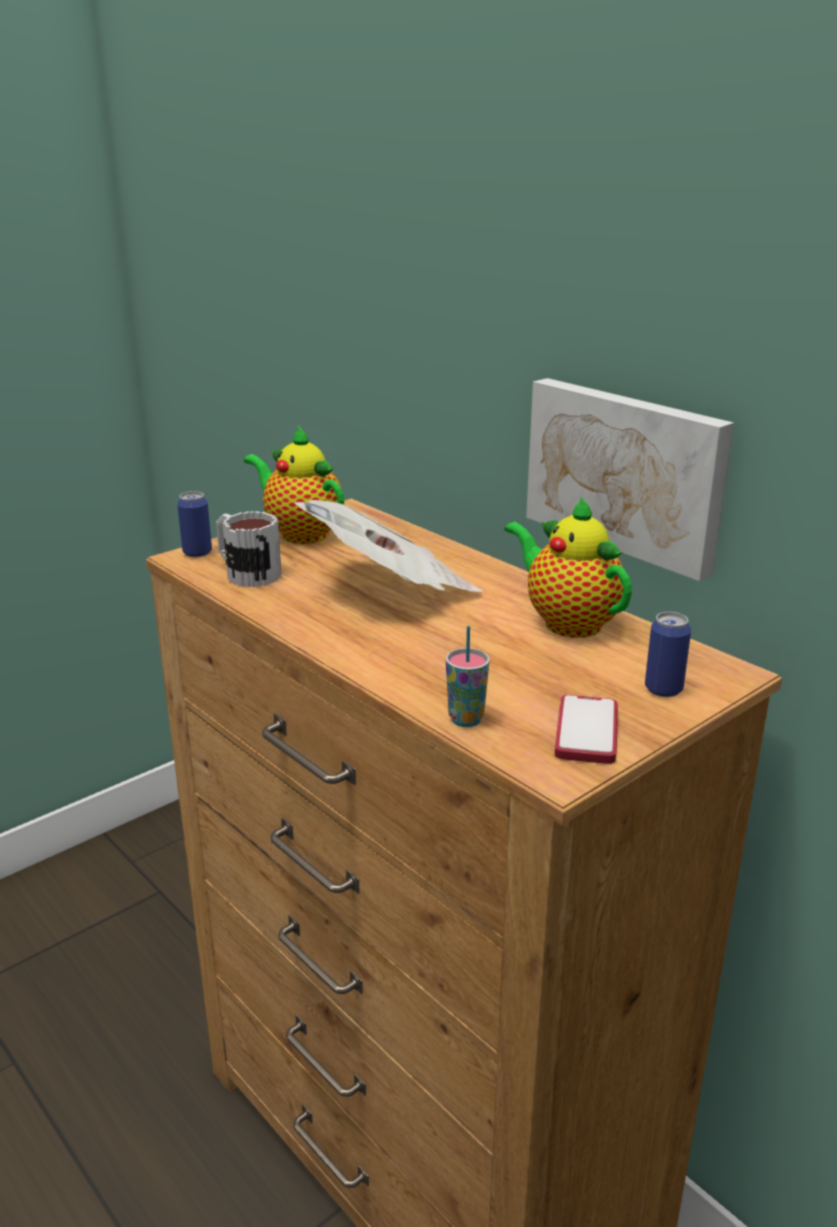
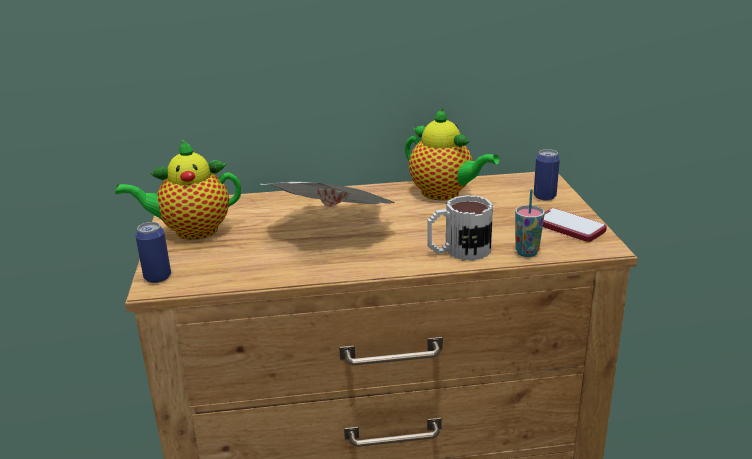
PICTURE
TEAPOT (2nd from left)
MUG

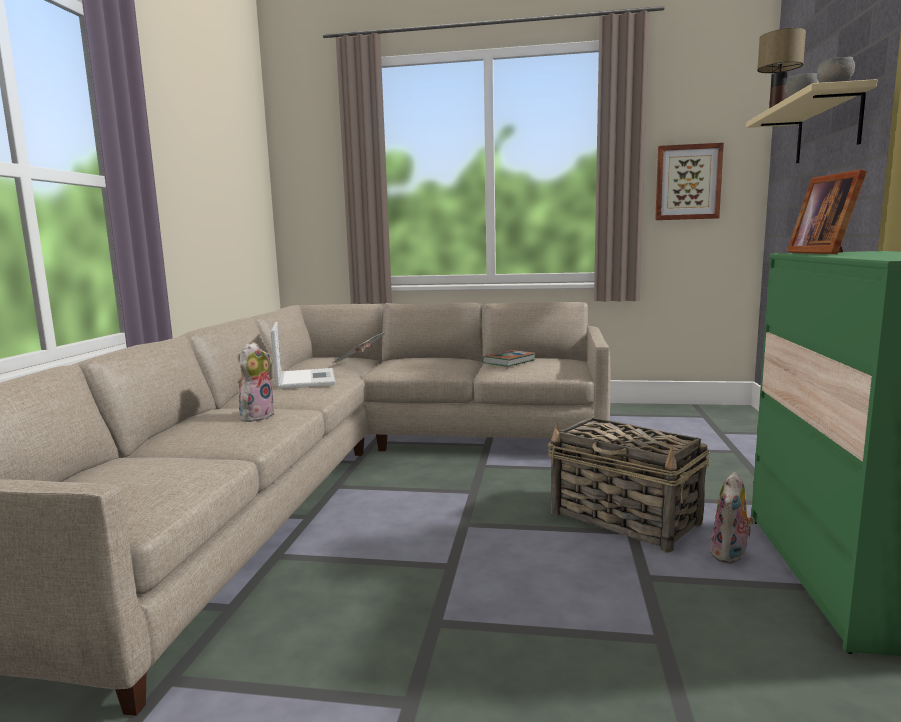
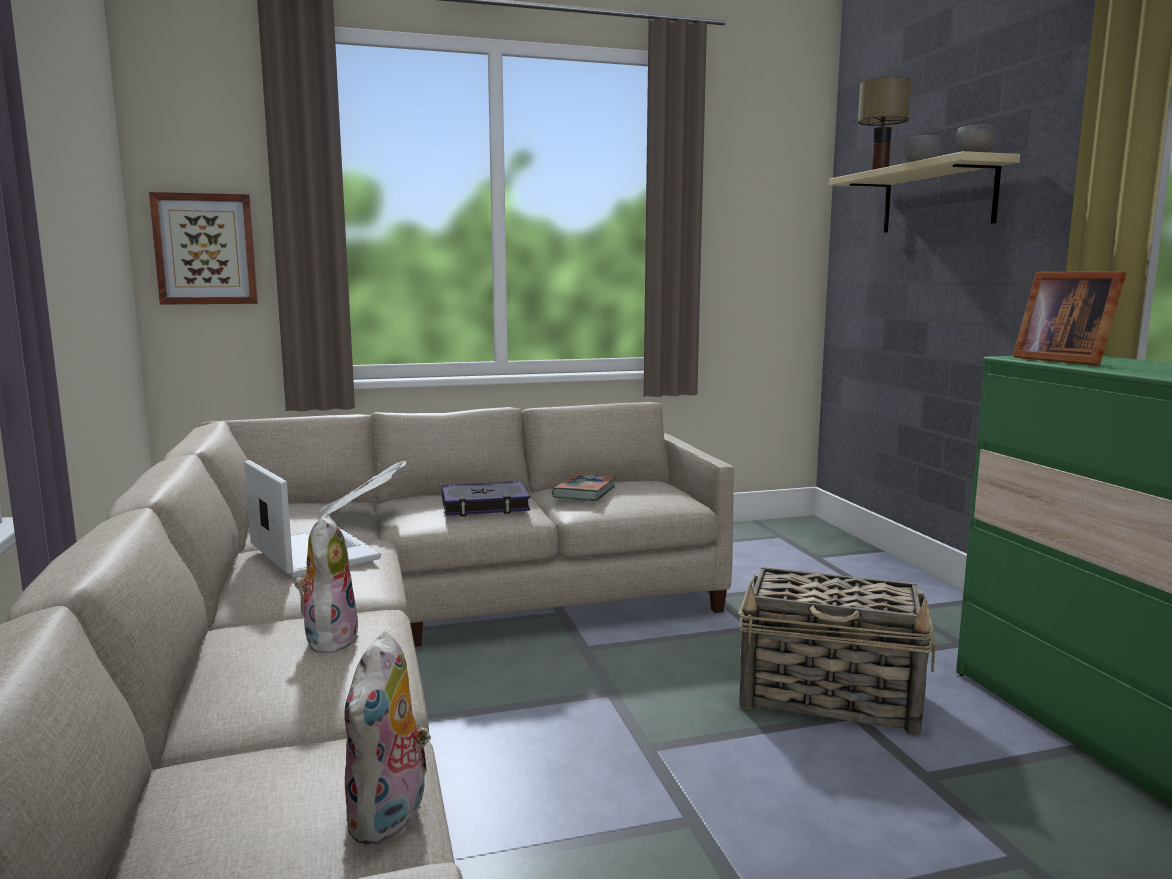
PICTURE
PLUSH TOY (2nd from left)
BOOK (1st from left)

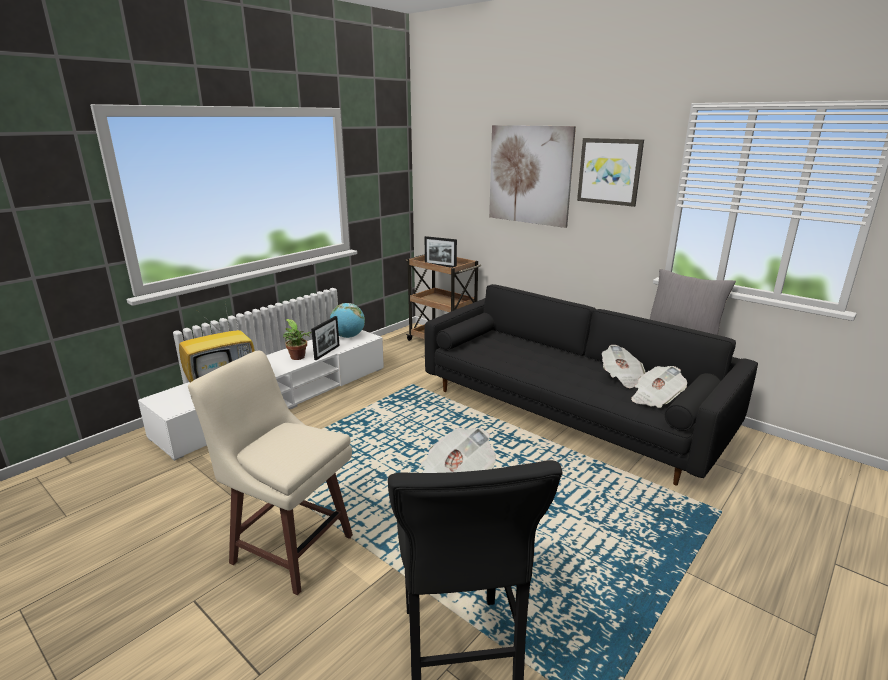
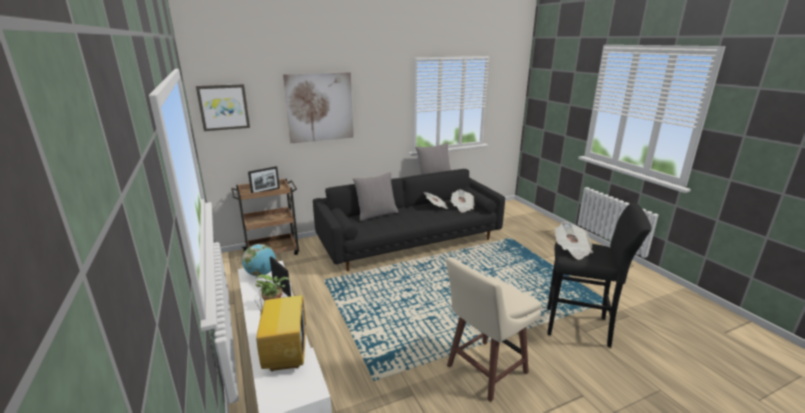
PICTURE (1st from left)
GREY PILLOW (1st from left)

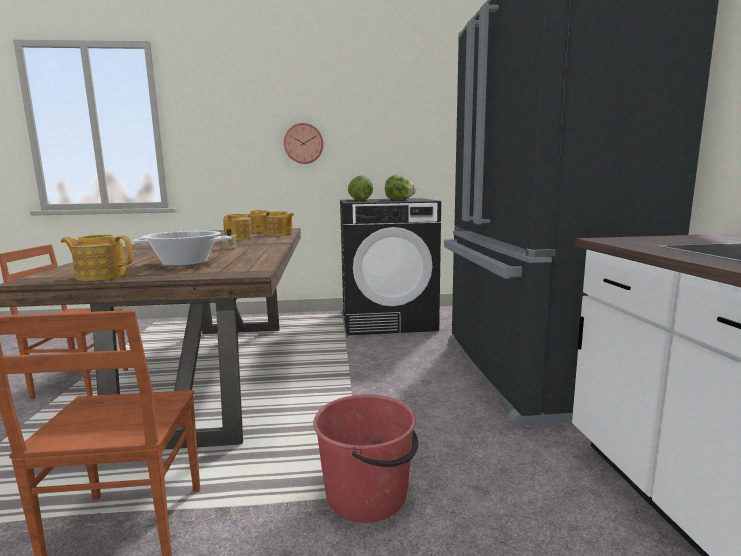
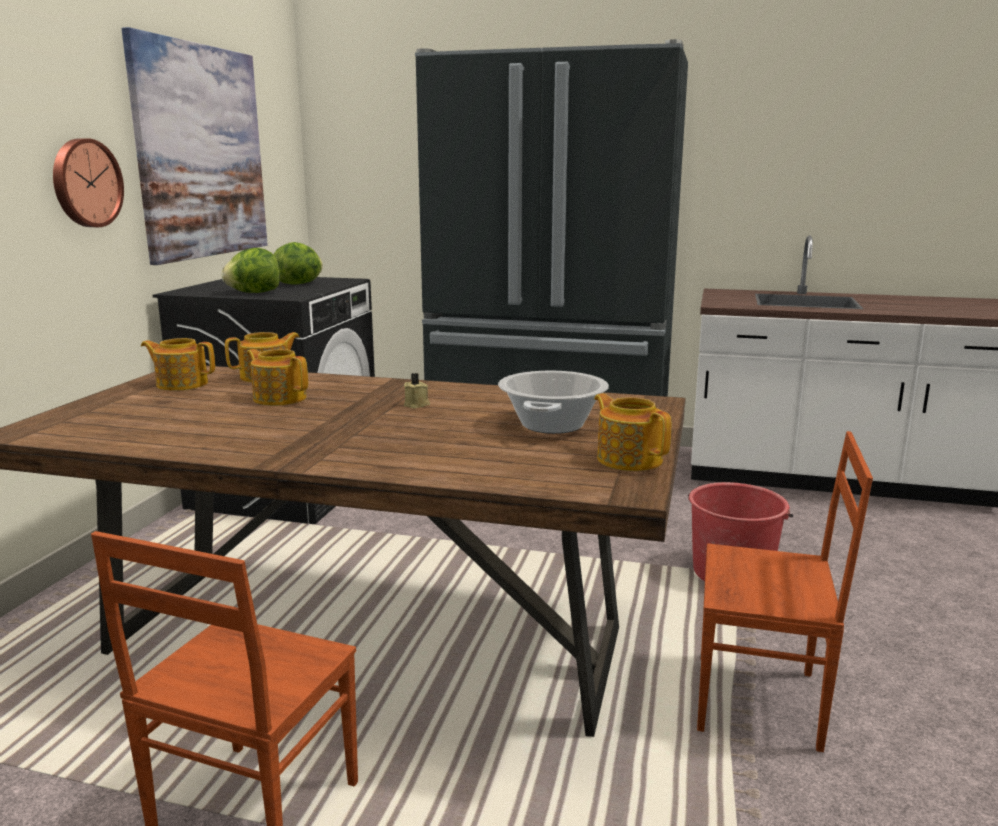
TEAPOT (4th from left)
PICTURE

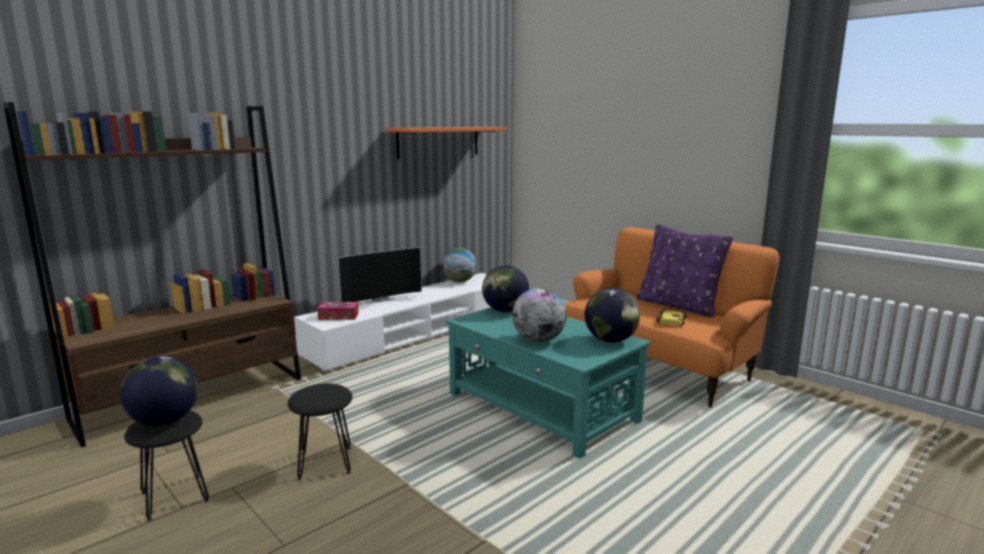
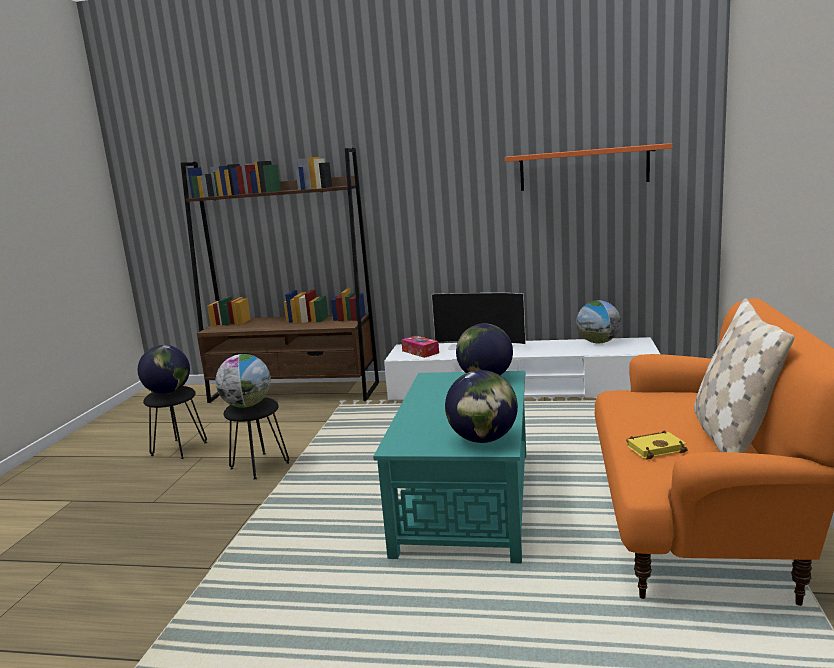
BEIGE PILLOW
GLOBE (2nd from left)

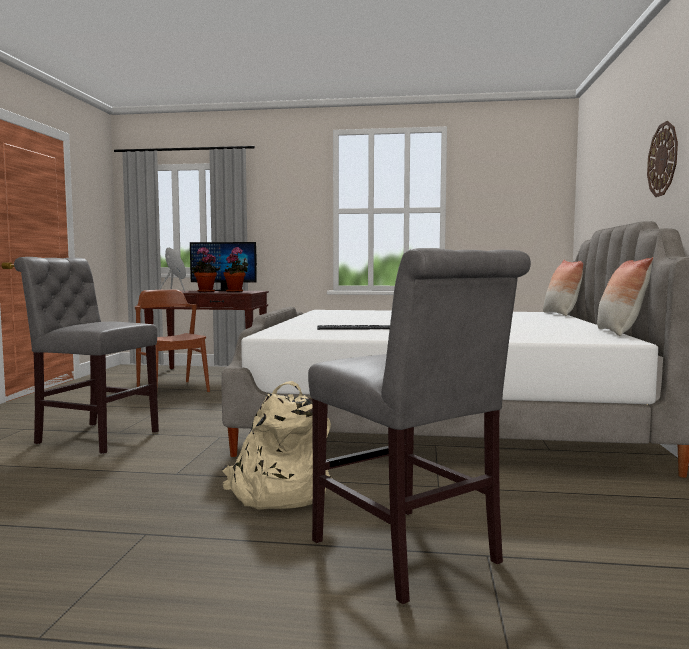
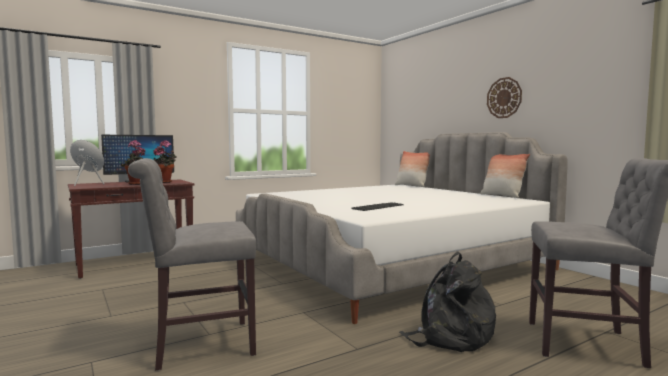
BROWN CHAIR
BLACK BACKPACK

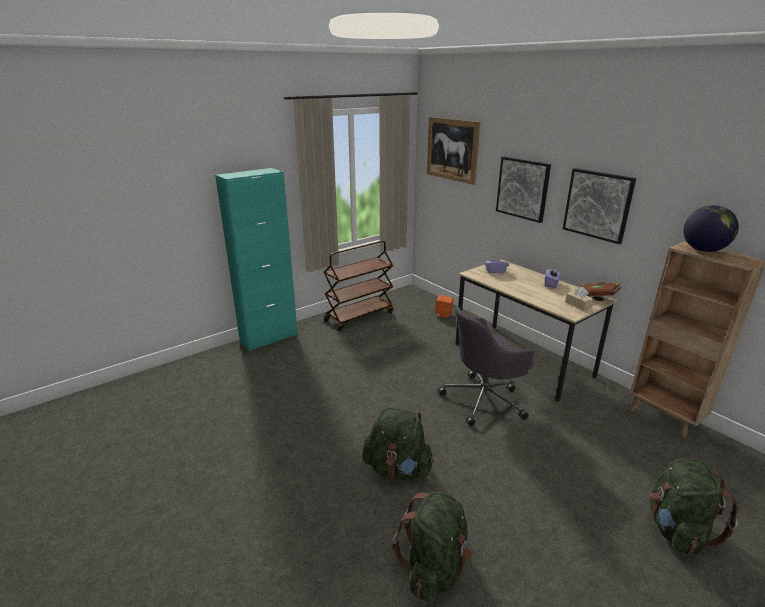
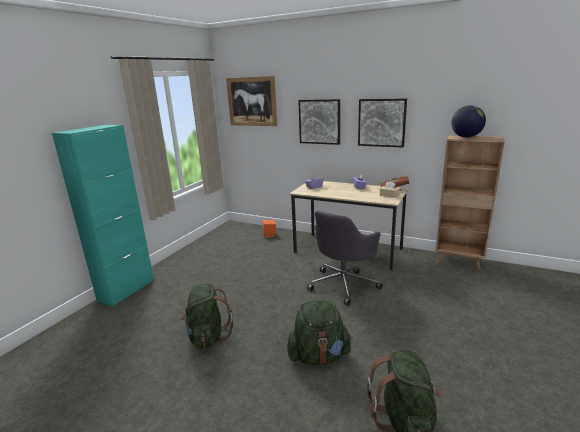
BROWN CART
GREEN BACKPACK (1st from left)

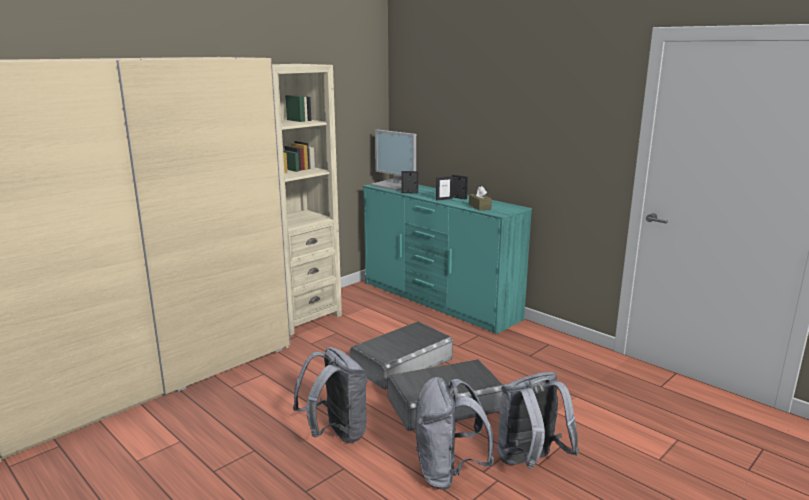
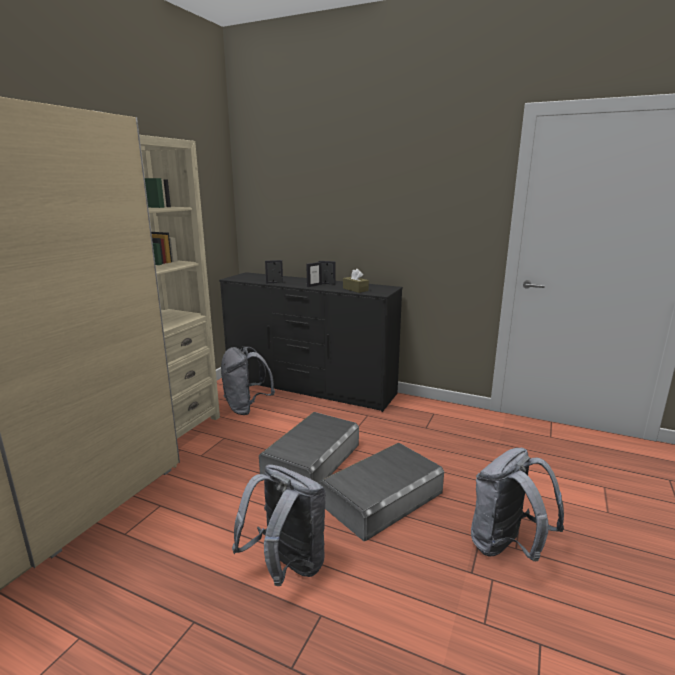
MONITOR
BLACK DRESSER
GREY BACKPACK (1st from left)

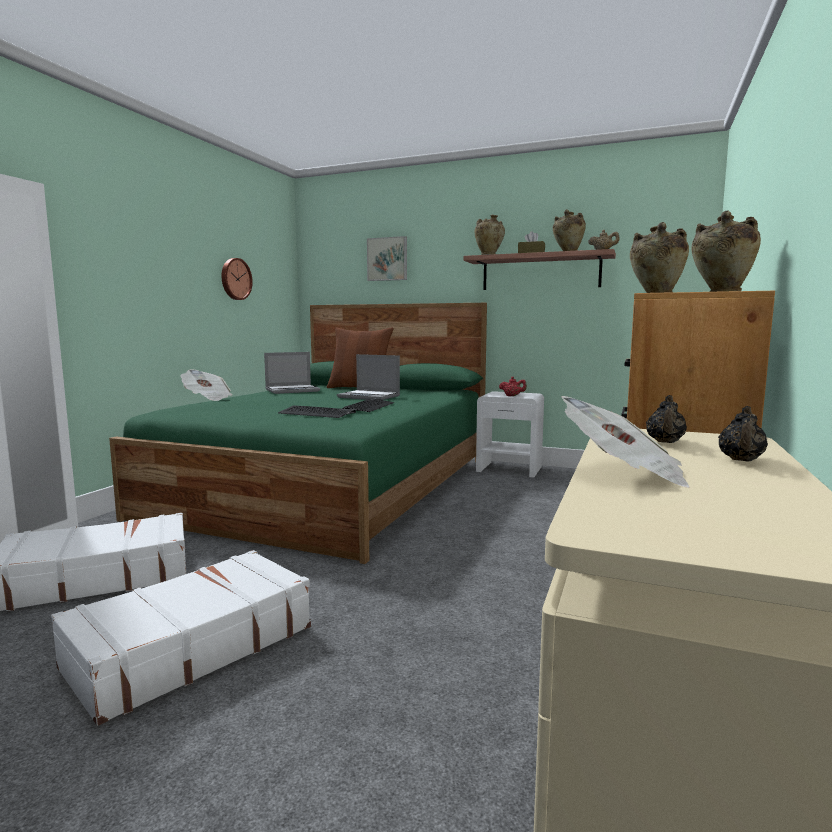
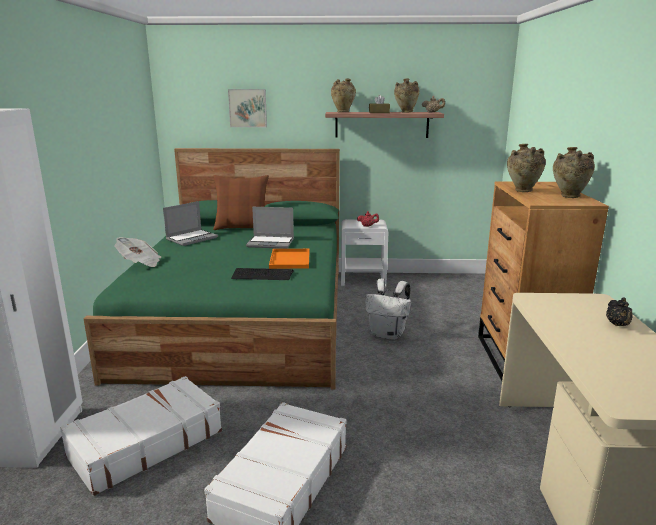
WALL CLOCK
BLACK TEAPOT (1st from left in the first image)
NEWSPAPER (2nd from left in the first image)
ORANGE TRAY
WHITE BACKPACK

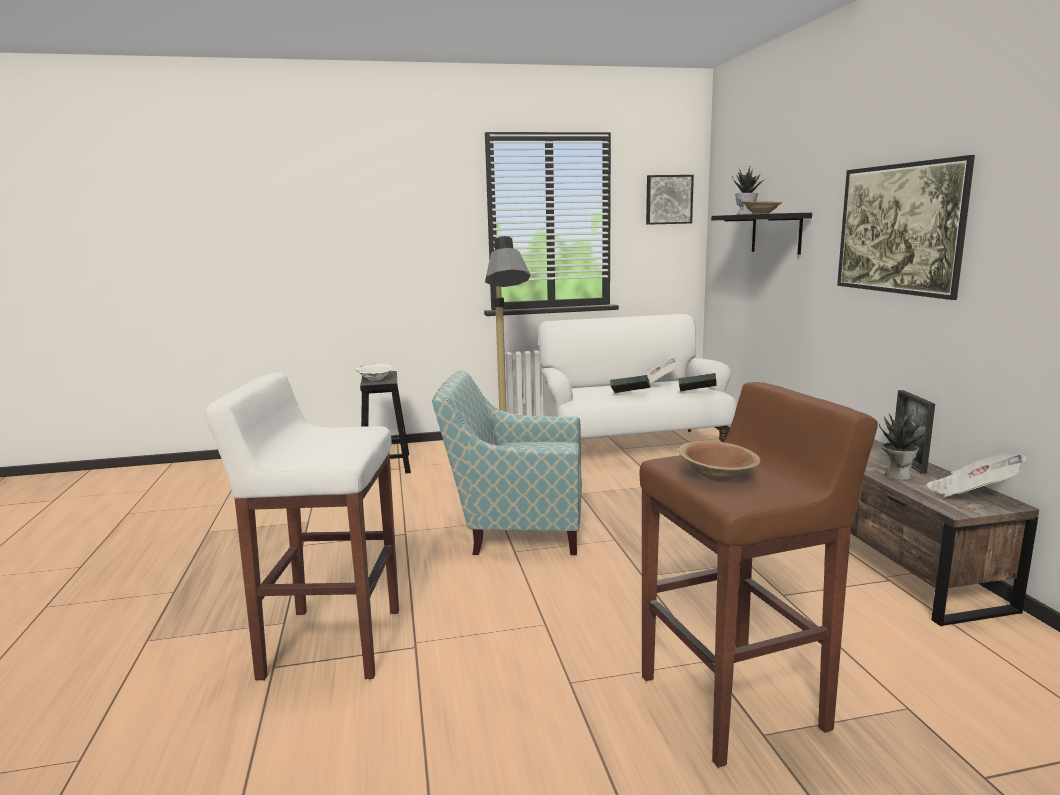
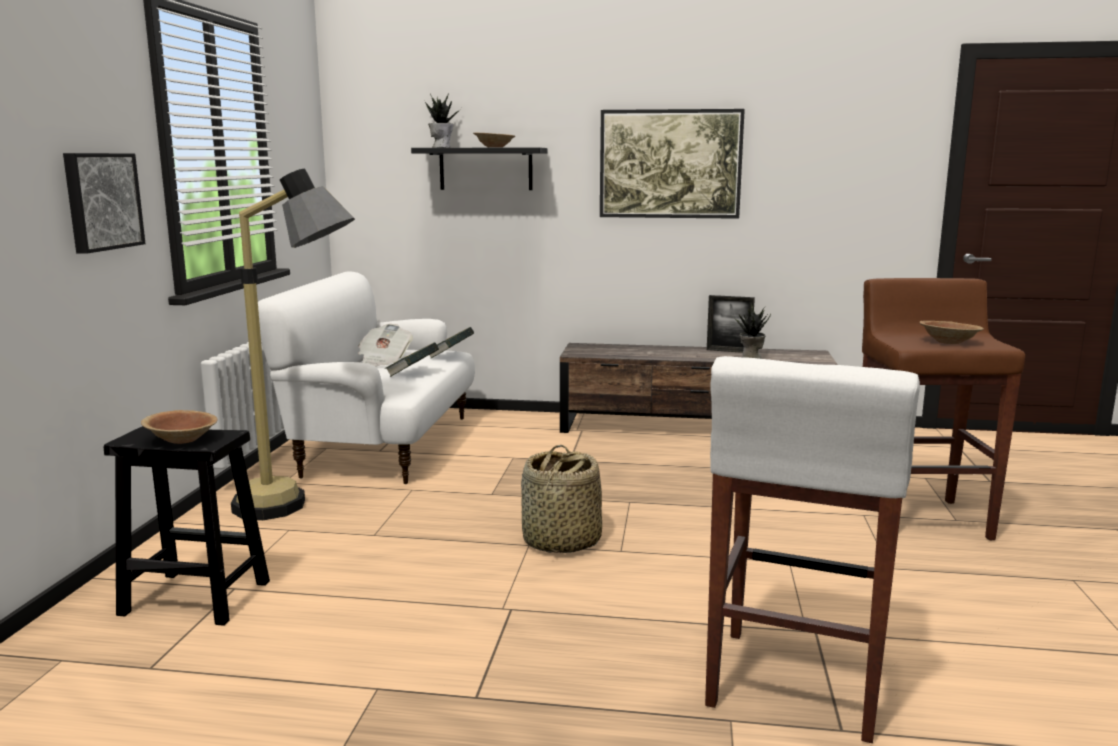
PICTURE (1st from left)
BROWN BOWL (1st from left)
BASKET
NEWSPAPER (2nd from left in the first image)

